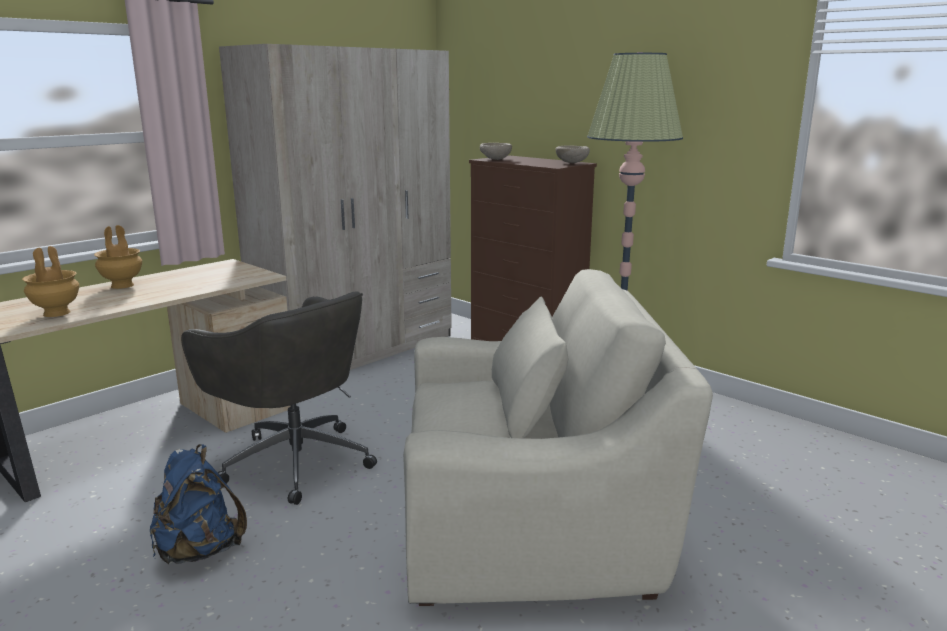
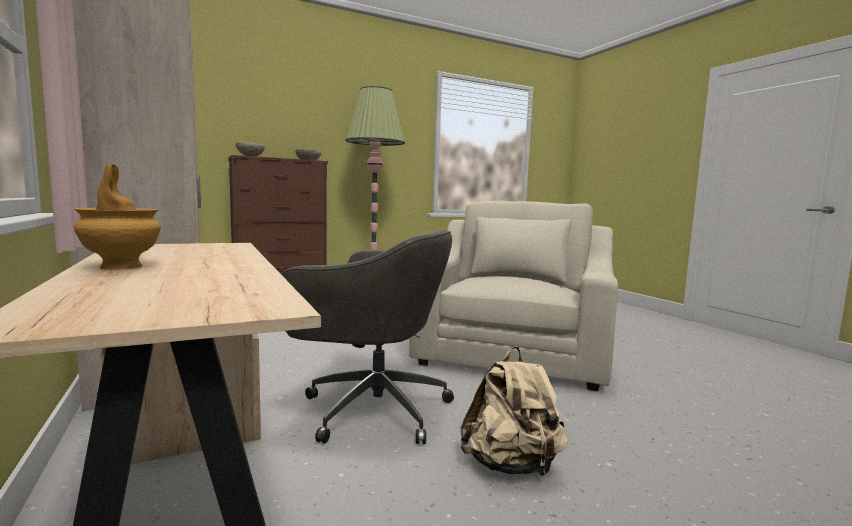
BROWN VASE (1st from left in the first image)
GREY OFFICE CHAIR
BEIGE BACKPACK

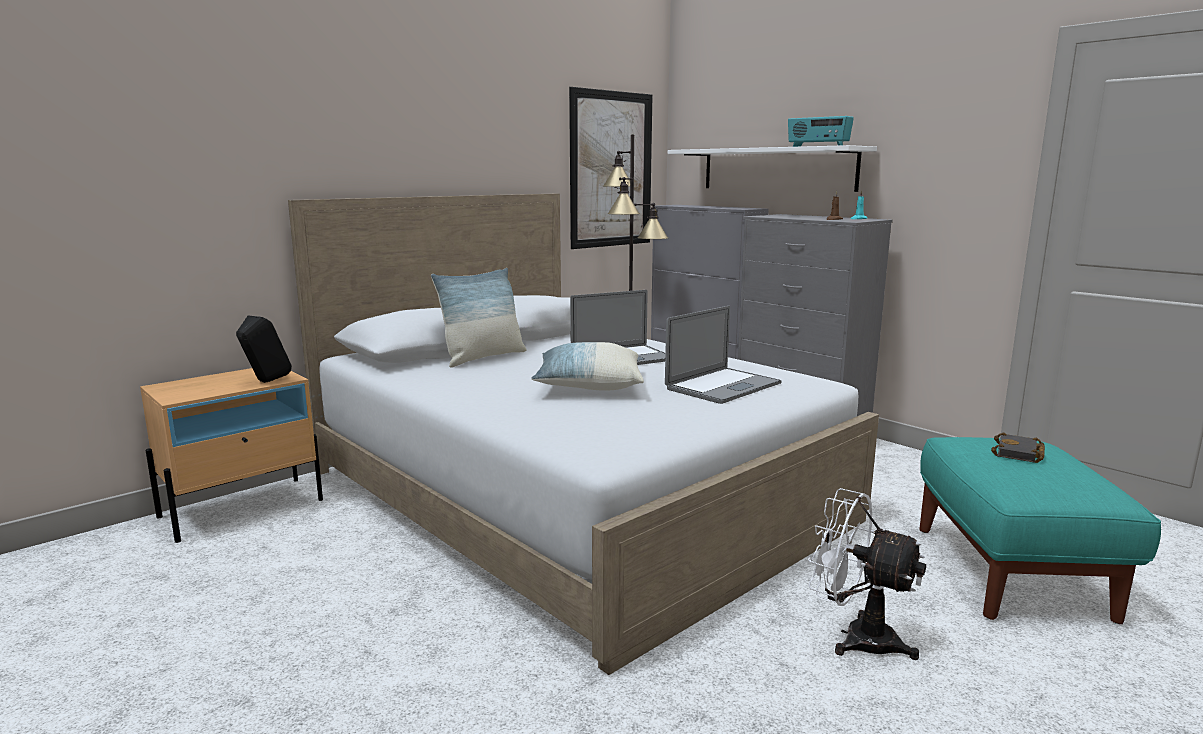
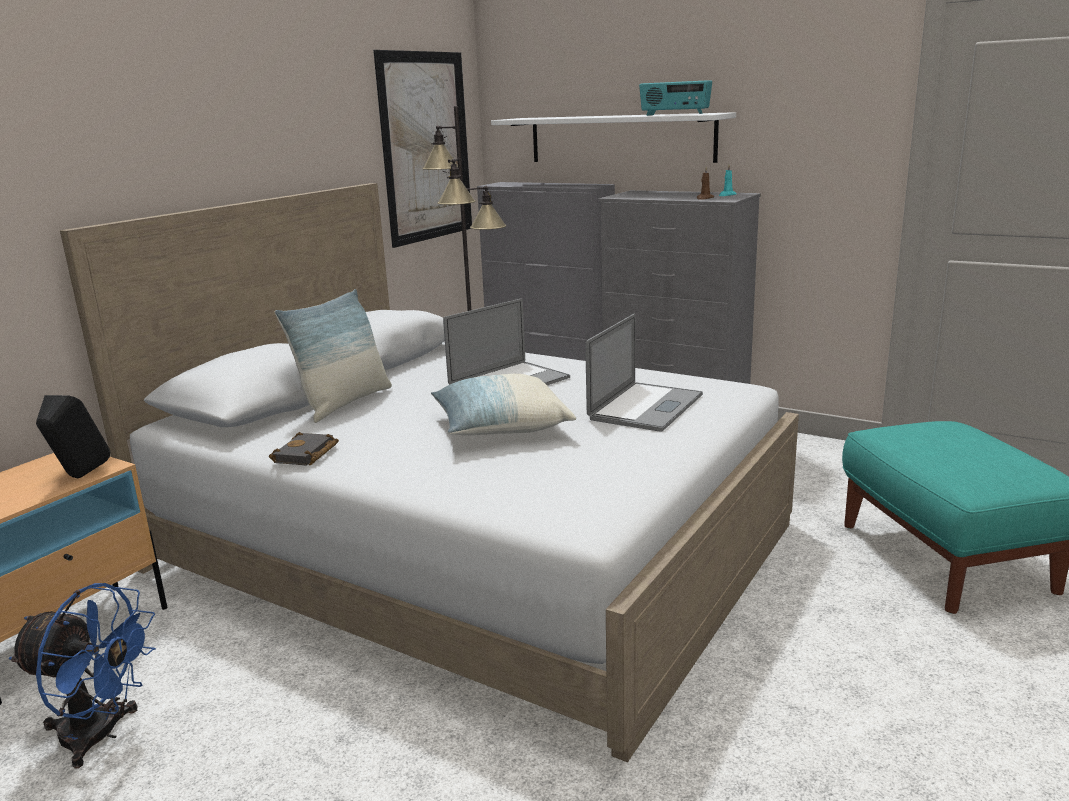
BLACK BOOK
WHITE FAN
BLUE FAN

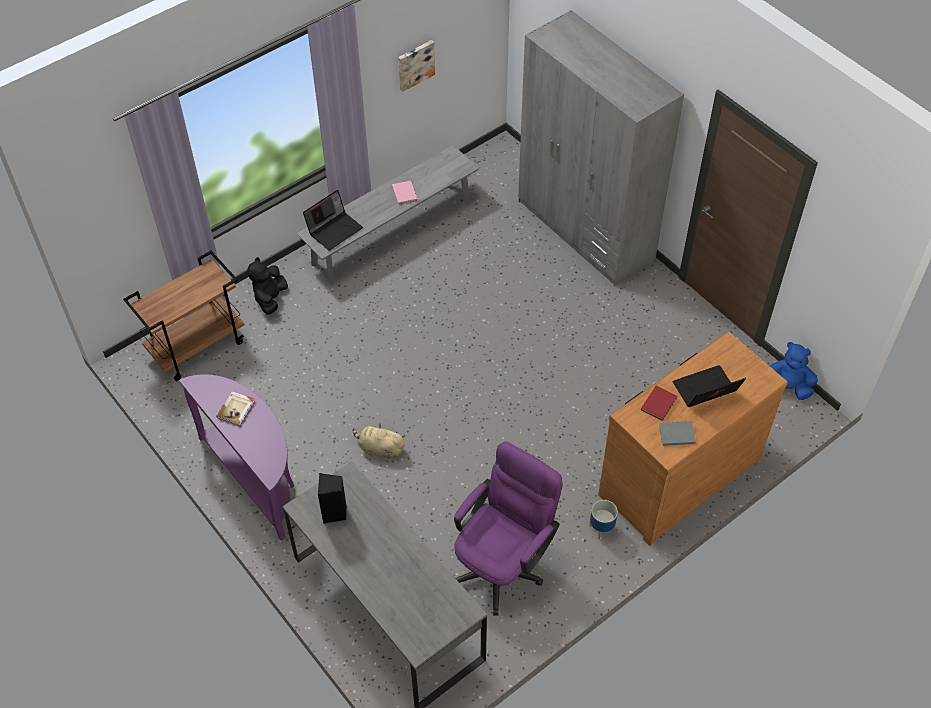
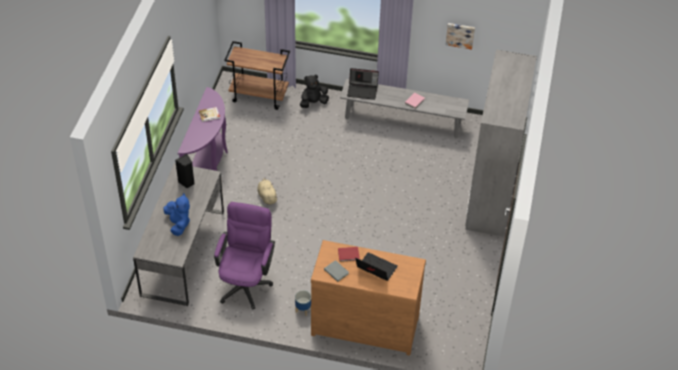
BLUE PLUSH TOY
PURPLE OFFICE CHAIR

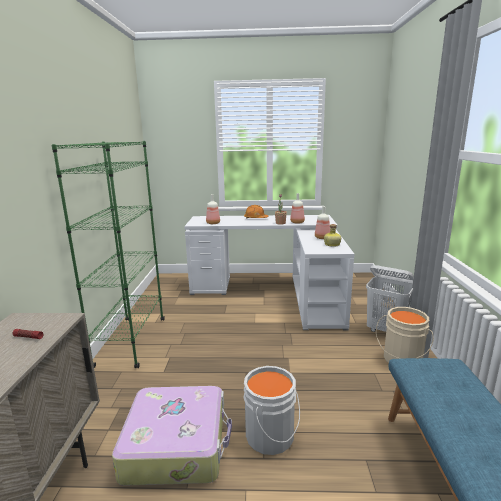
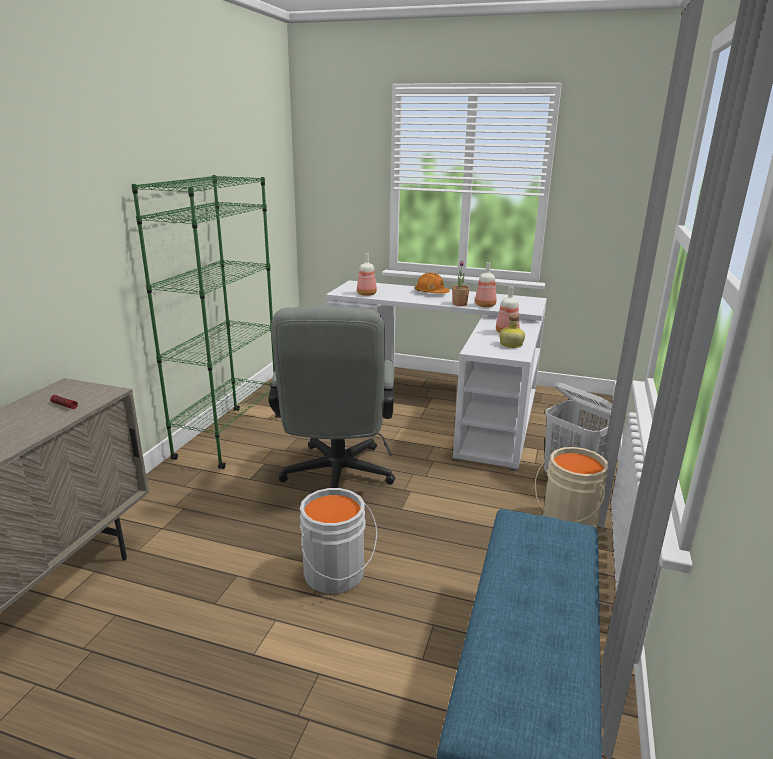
SUITCASE
GREY OFFICE CHAIR

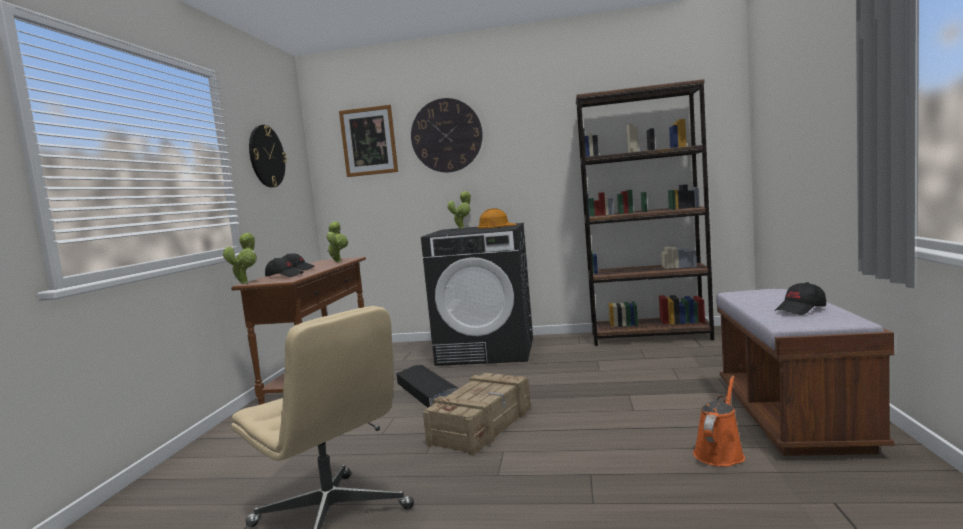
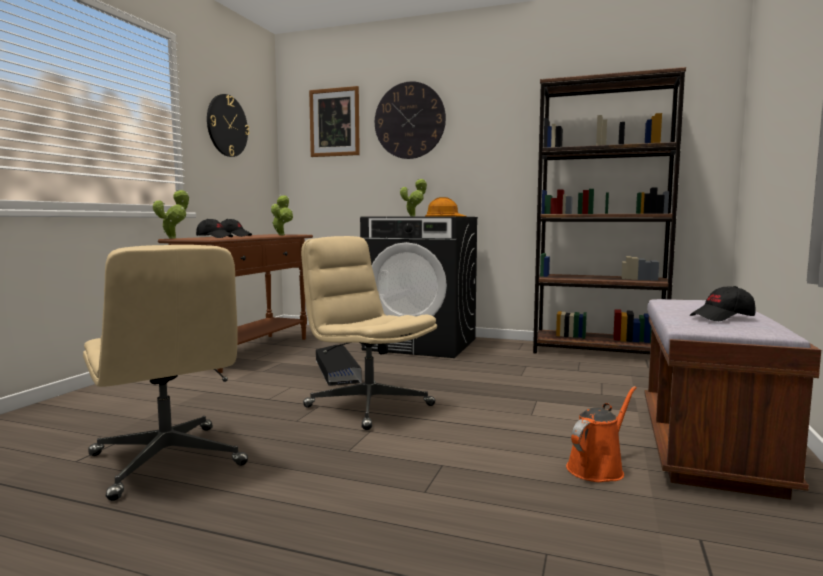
BEIGE OFFICE CHAIR (2nd from left)

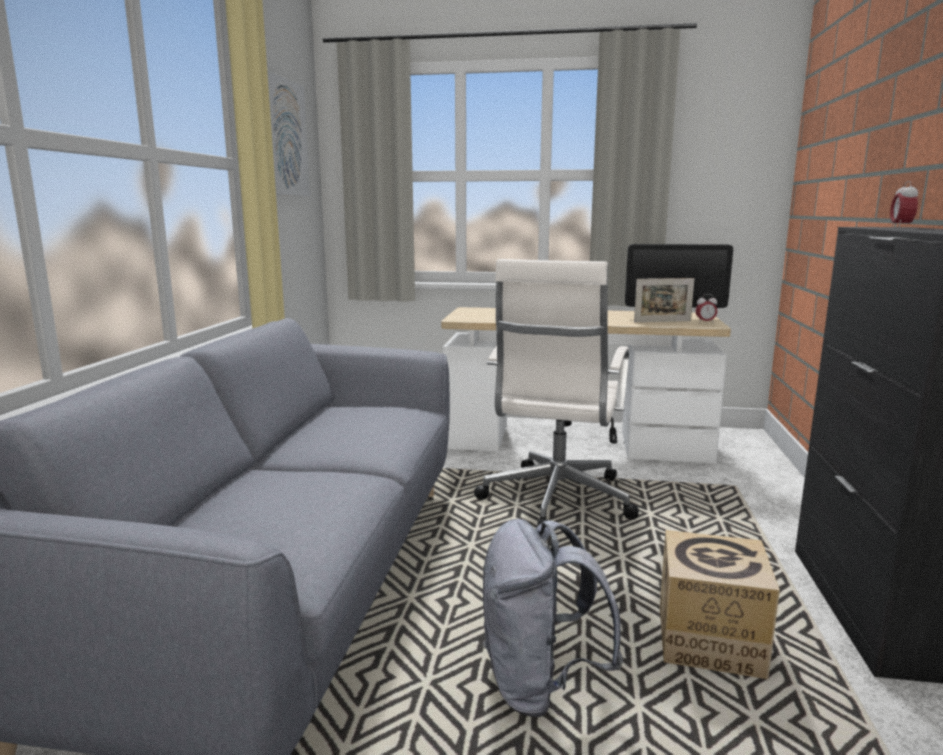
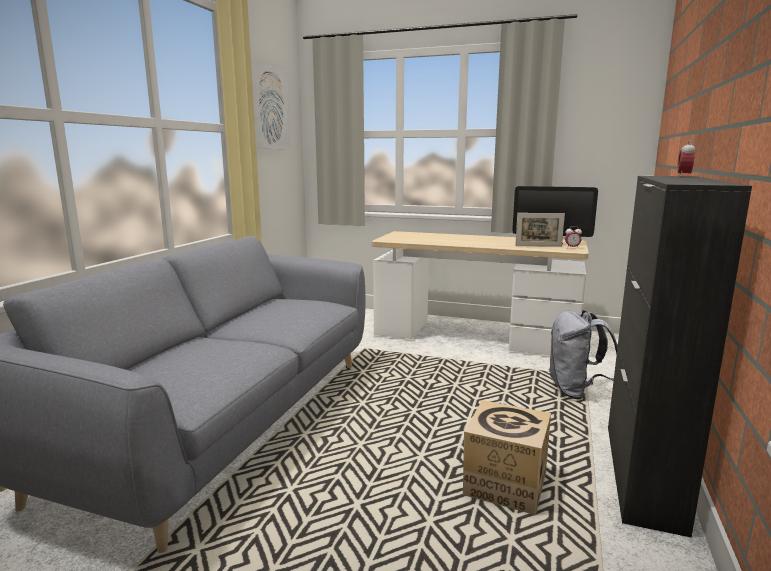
WHITE OFFICE CHAIR
GREY BACKPACK

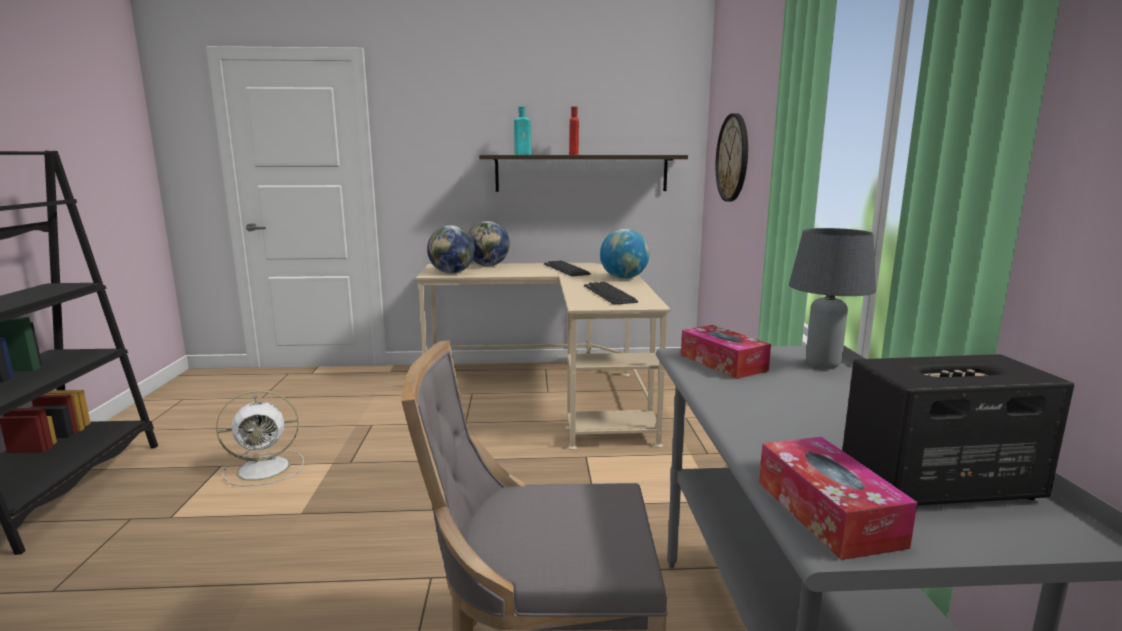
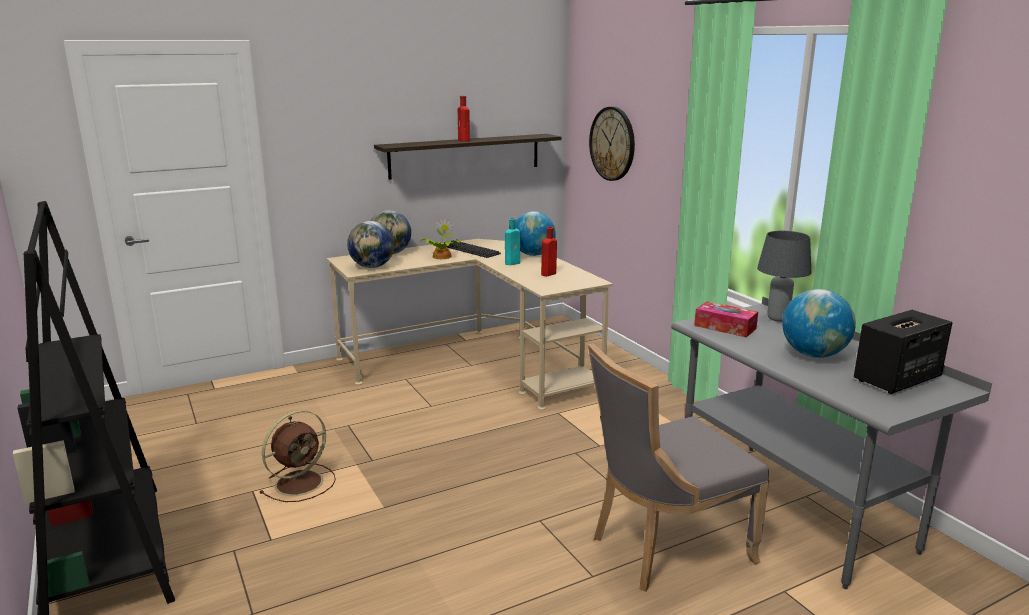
TURQUOISE BOTTLE
RED BOTTLE (2nd from left)
BROWN FAN
TISSUE BOX (2nd from left in the first image)
POTTED PLANT
GLOBE (4th from left)

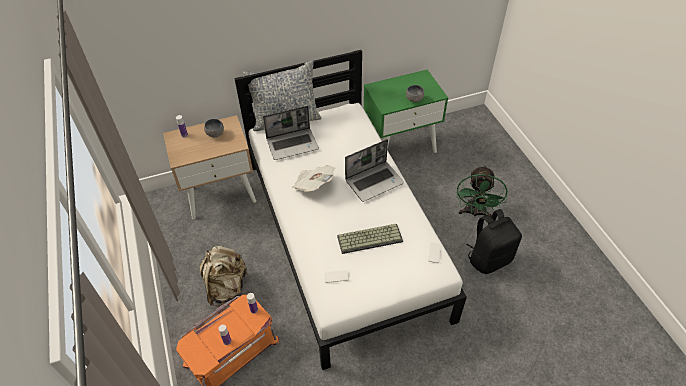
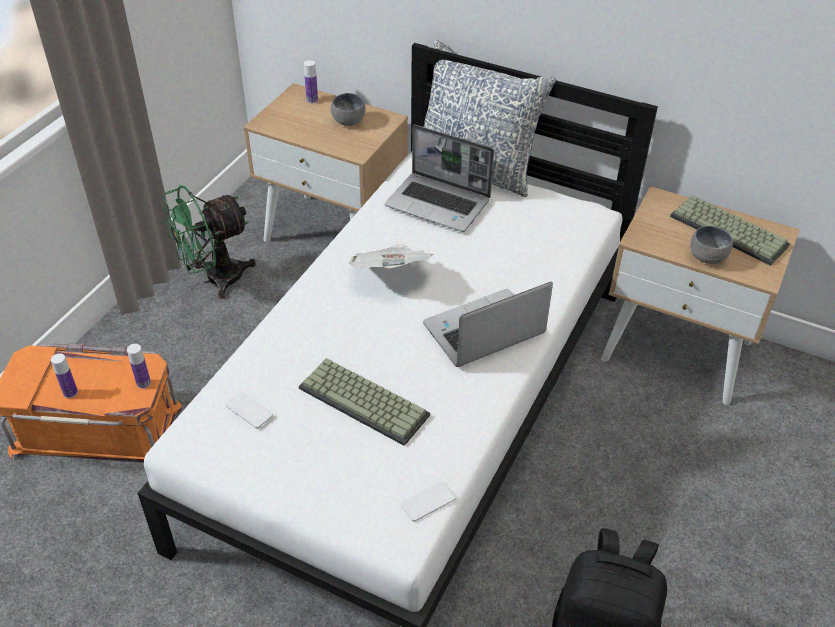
BEIGE NIGHTSTAND (2nd from left)
LAPTOP (2nd from left)
GREEN FAN
BEIGE BACKPACK
KEYBOARD (2nd from left)

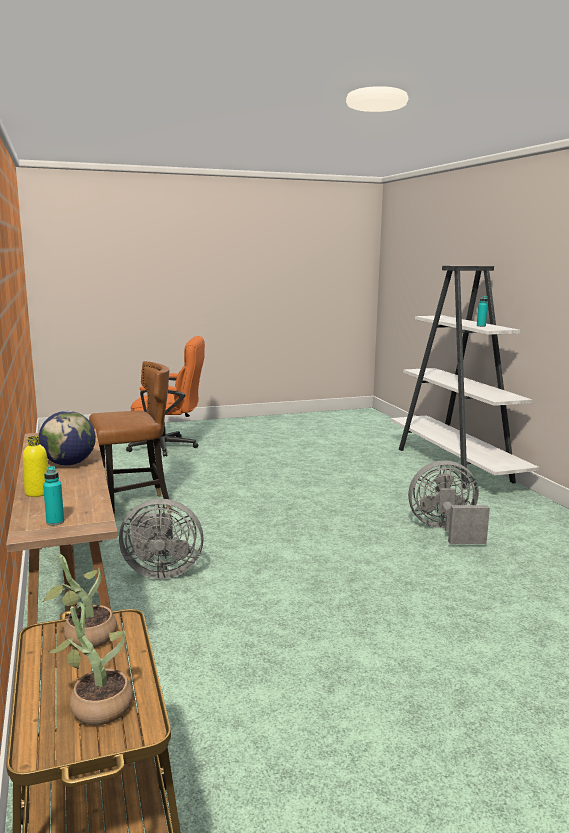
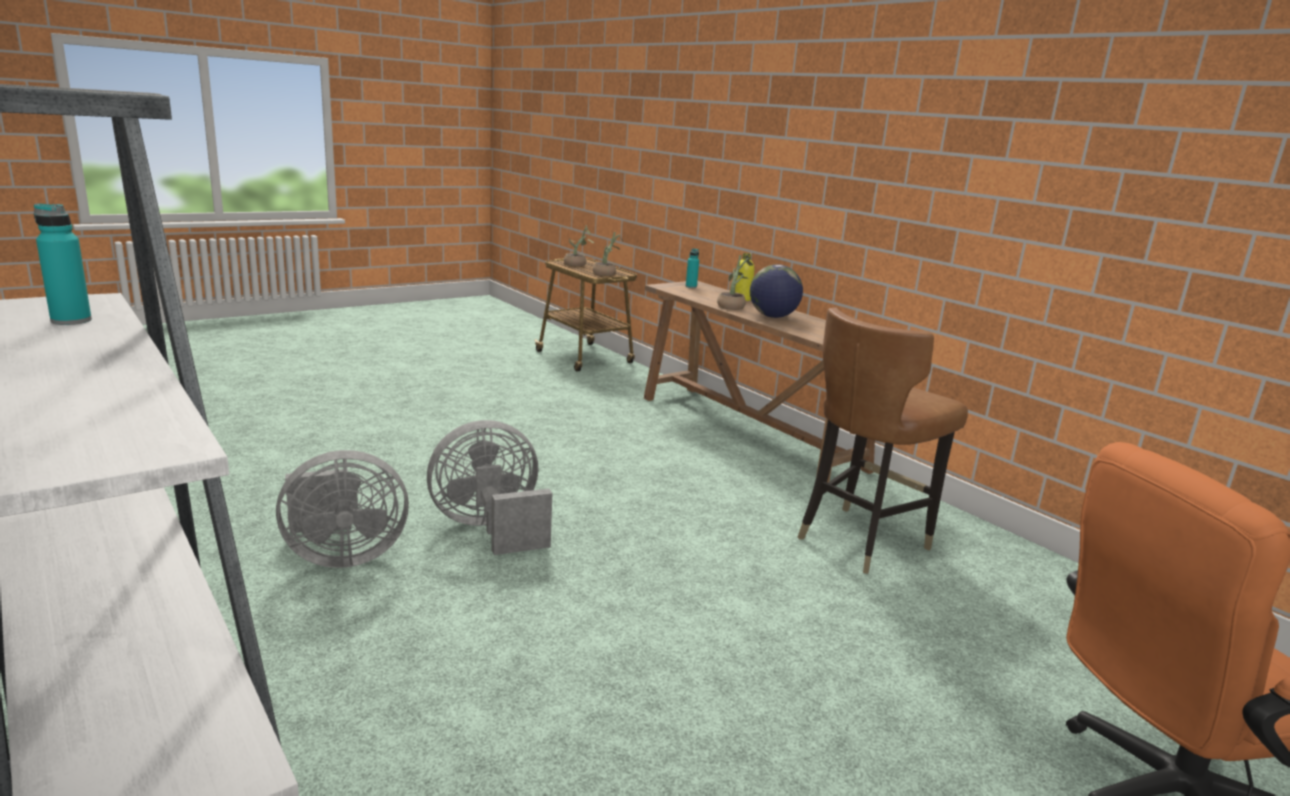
GREY FAN (2nd from left)
POTTED PLANT (3rd from left)

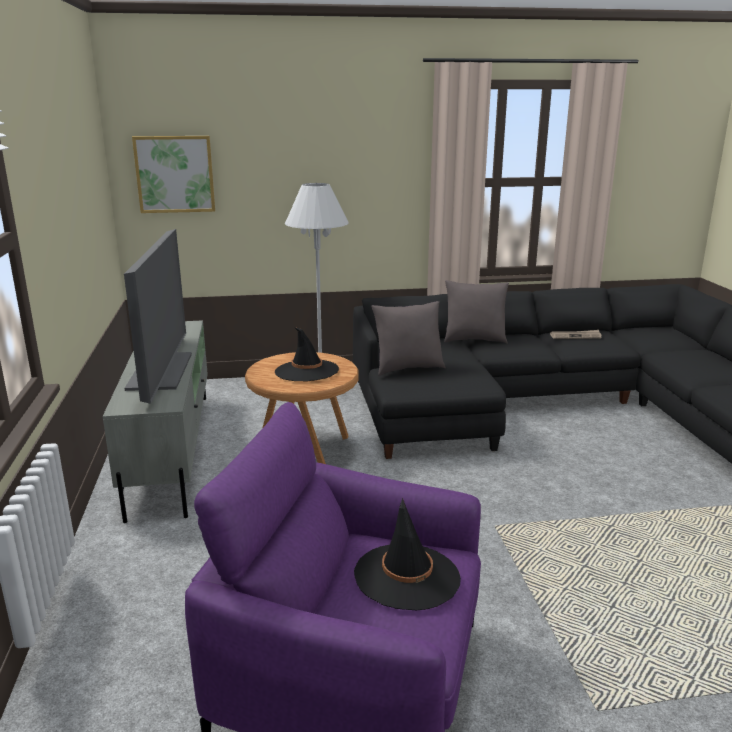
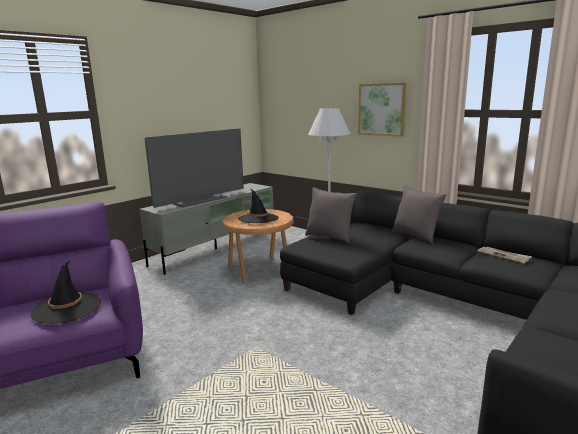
PICTURE

